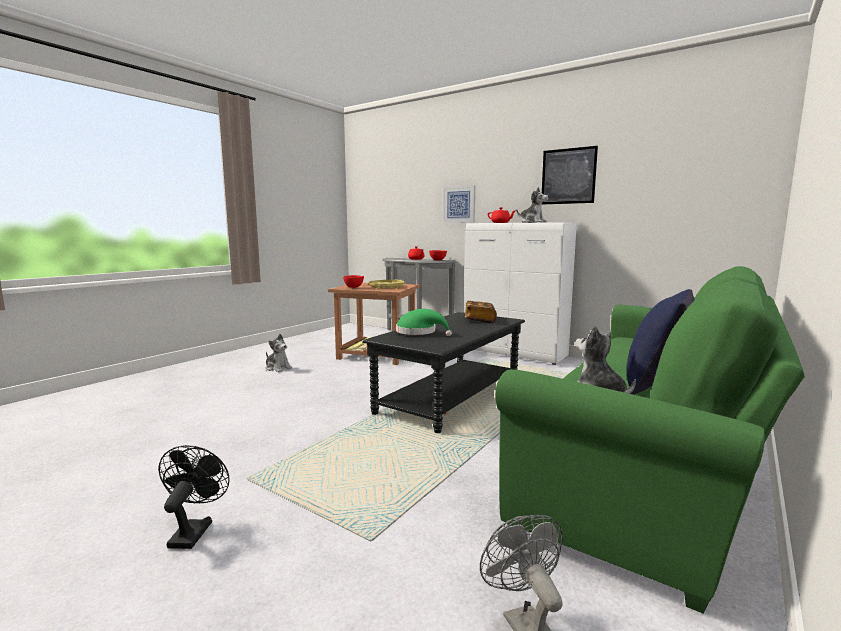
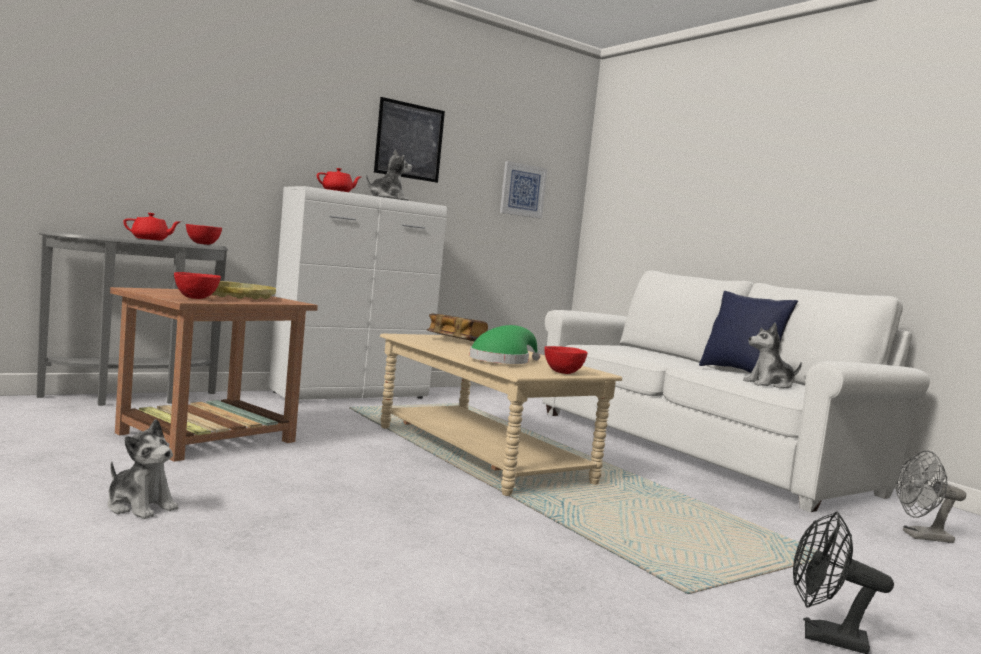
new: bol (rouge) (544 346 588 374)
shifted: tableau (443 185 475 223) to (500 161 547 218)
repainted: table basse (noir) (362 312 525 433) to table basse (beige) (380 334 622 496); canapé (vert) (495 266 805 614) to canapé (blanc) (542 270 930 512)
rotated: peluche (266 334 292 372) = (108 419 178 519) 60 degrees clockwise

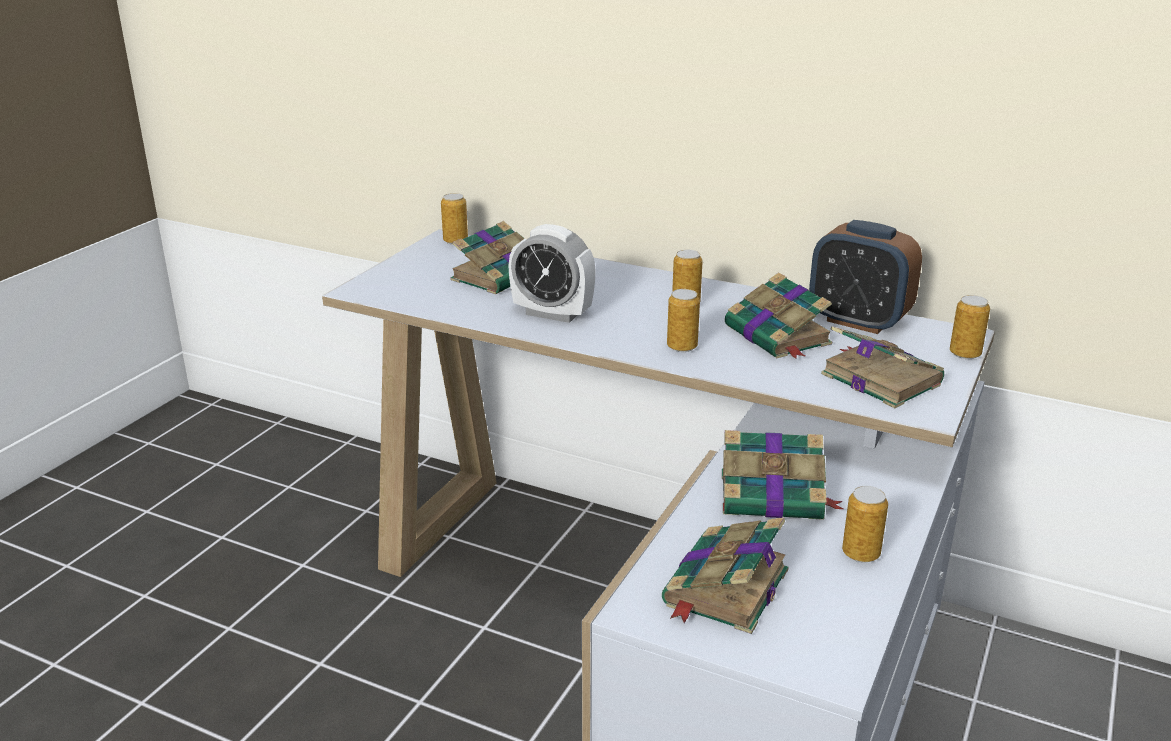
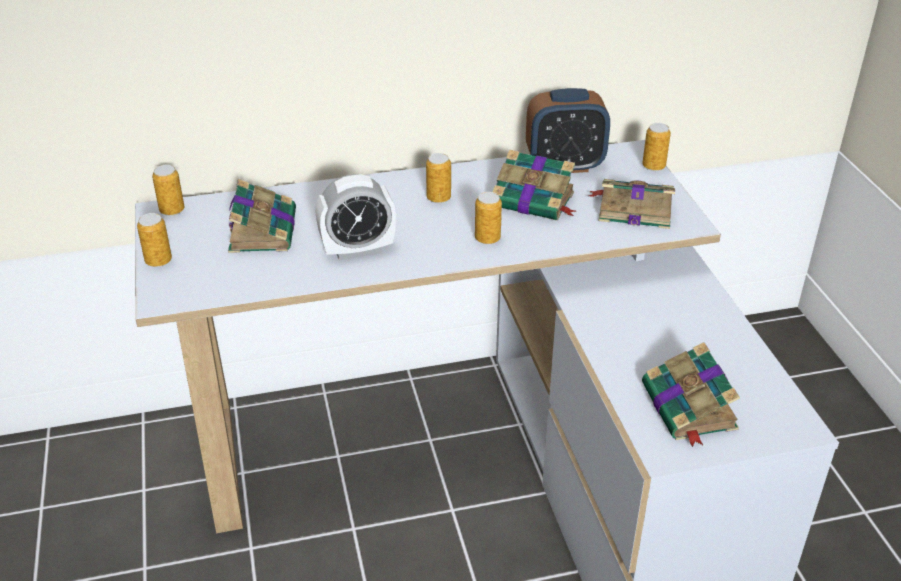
gone: livre (722 430 844 520)
shifted: boîte métallique (842 486 888 563) to (137 213 172 267)

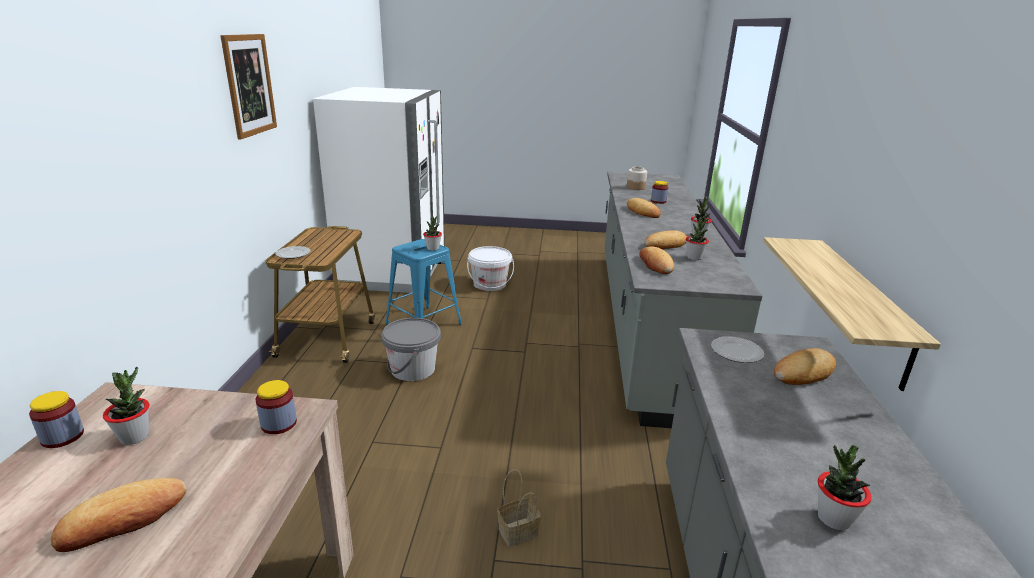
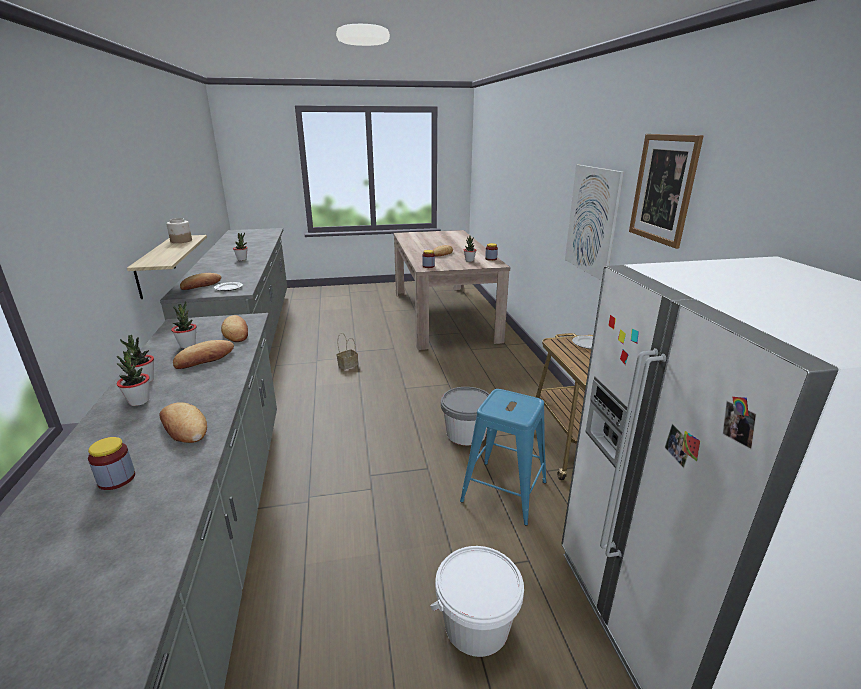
new: tableau (565 165 624 281)
shifted: plante en pot (423 215 442 251) to (116 347 150 406); bocal (627 166 647 190) to (166 218 192 243)

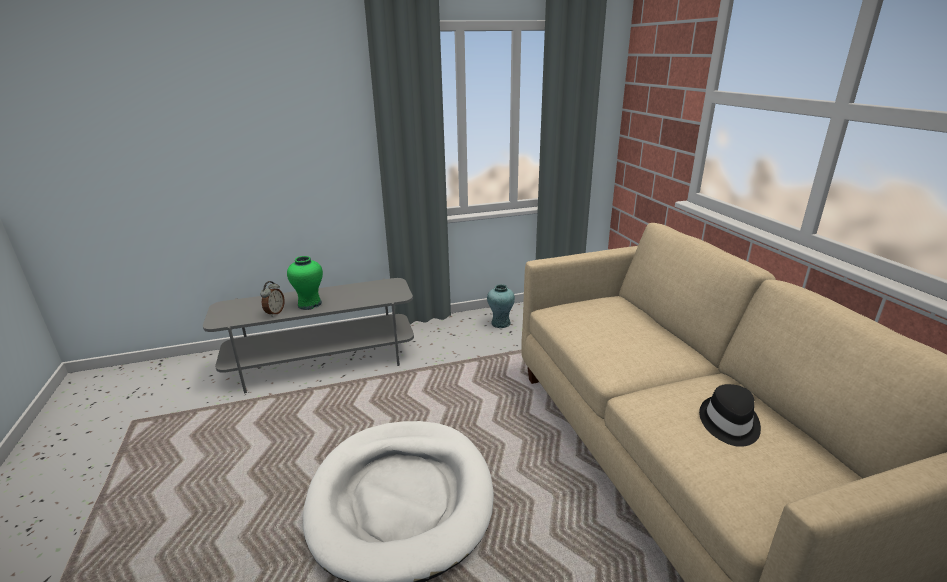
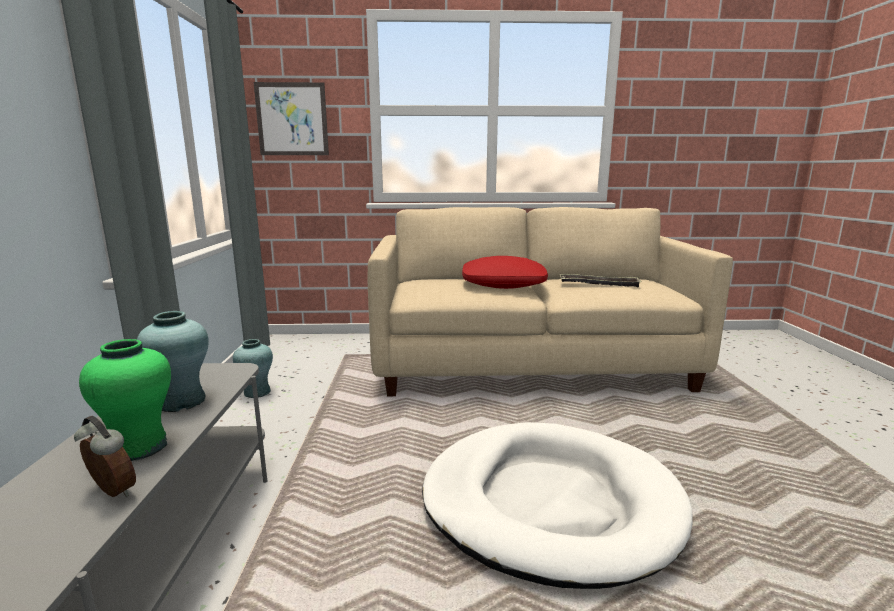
new: vase (turquoise) (137 311 209 412); tableau (254 82 329 155); coussin (rouge) (462 256 548 289)
swapped: chapeau (noir) (699 384 761 447) to plateau (560 274 642 287)

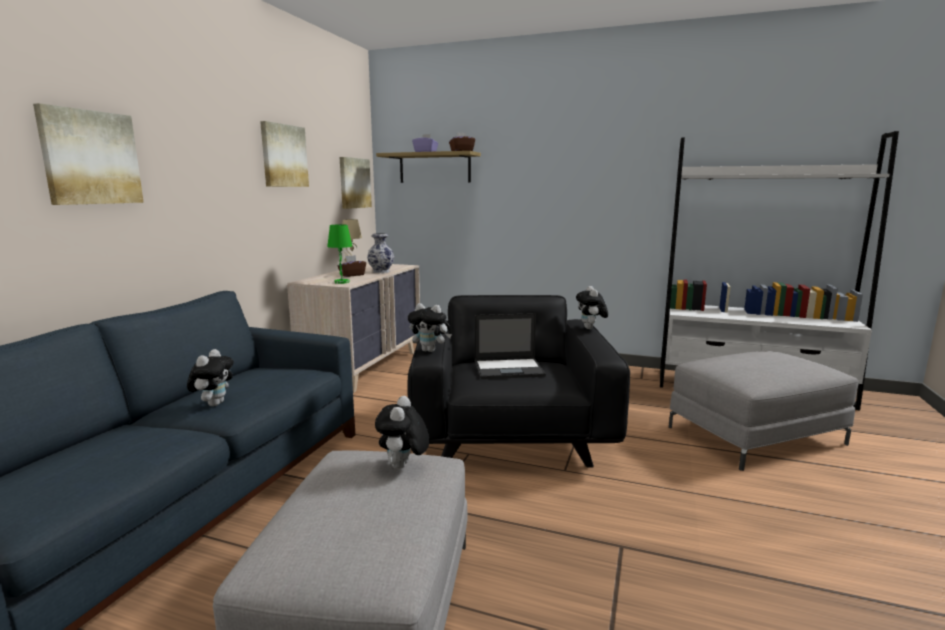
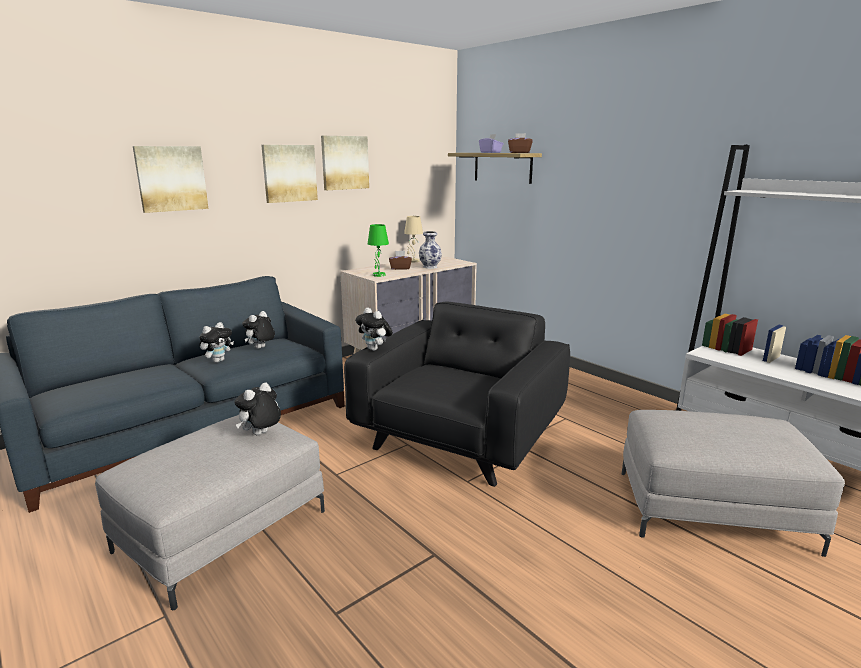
gone: ordinateur portable (475 313 546 379)
shifted: tableau (340 157 372 209) to (261 145 318 203); peluche (576 286 608 329) to (242 311 275 349)

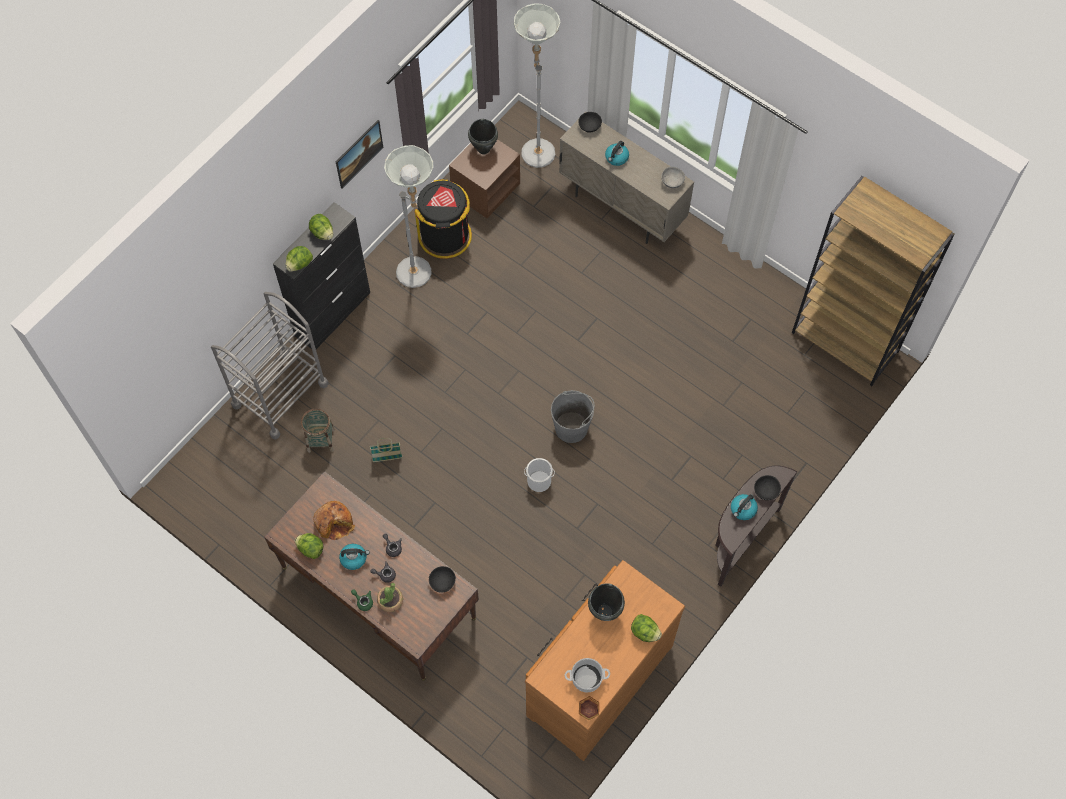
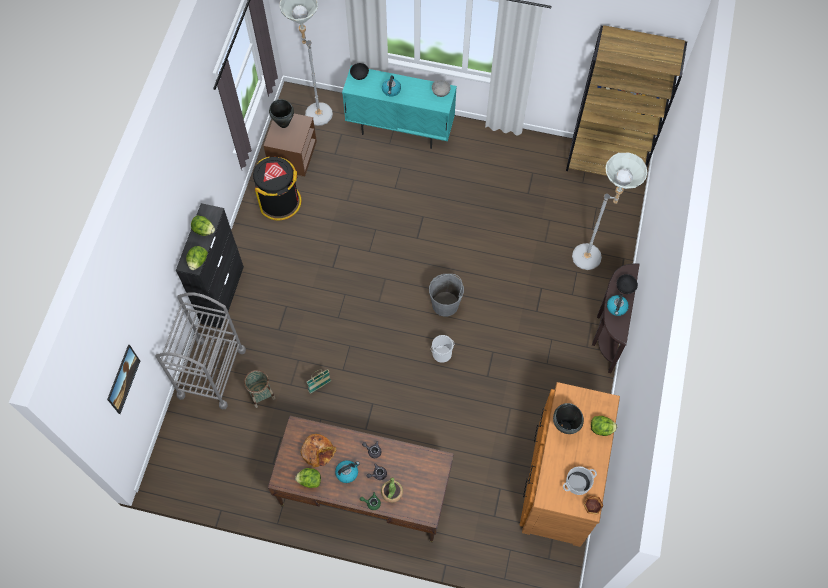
gone: bol (noir) (429 566 456 592)
shifted: tableau (336 120 383 189) to (107 344 140 414); lampadaire (gris) (384 145 433 288) to (572 153 647 270)
repainted: meuble de rangement (beige) (559 111 694 244) to meuble de rangement (turquoise) (342 65 457 149)

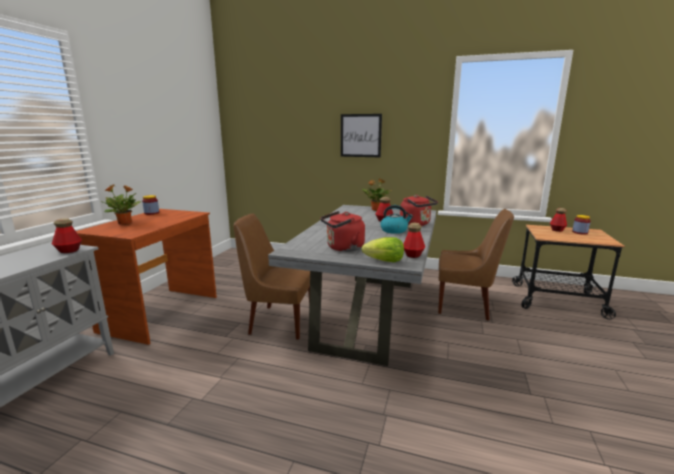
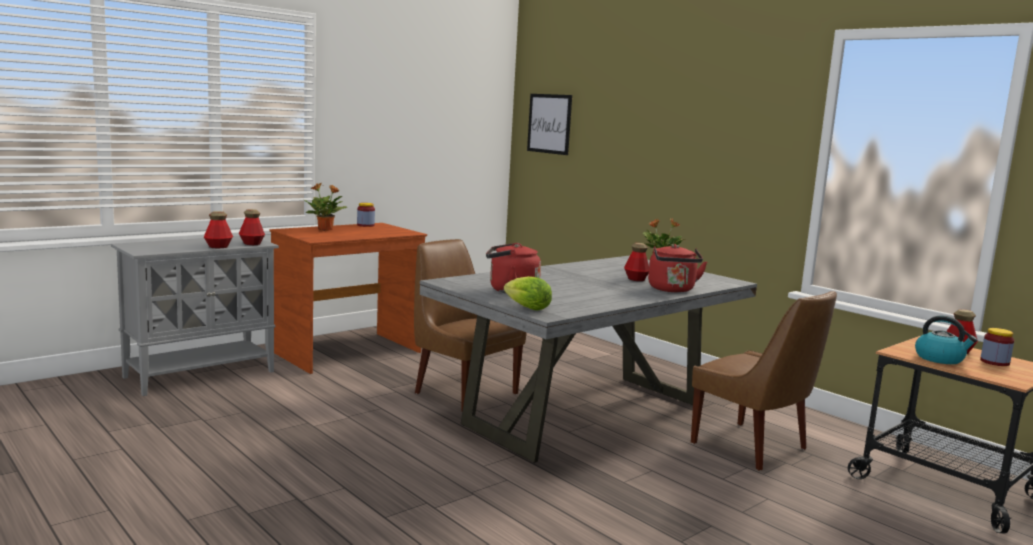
shifted: tableau (341 114 382 157) to (527 94 572 155); bouilloire (380 205 413 234) to (915 315 977 364); bouteille (403 223 425 258) to (204 211 233 248)

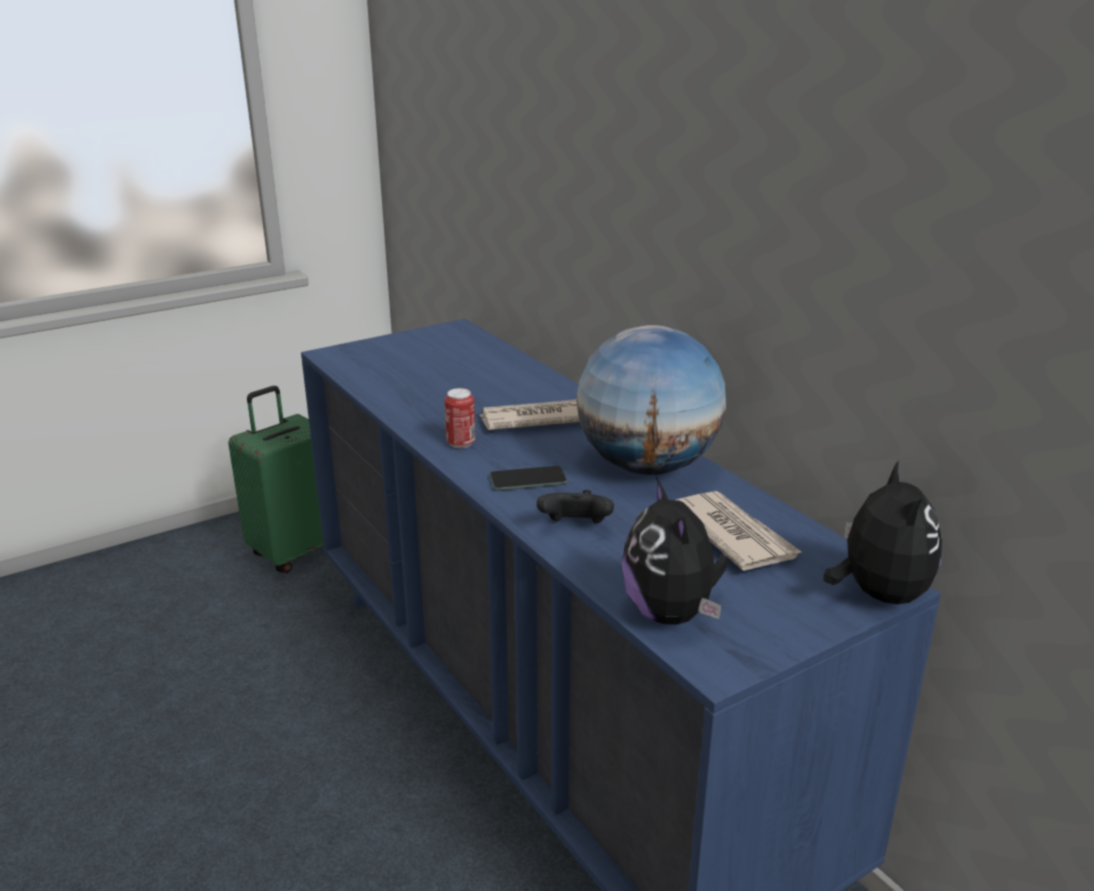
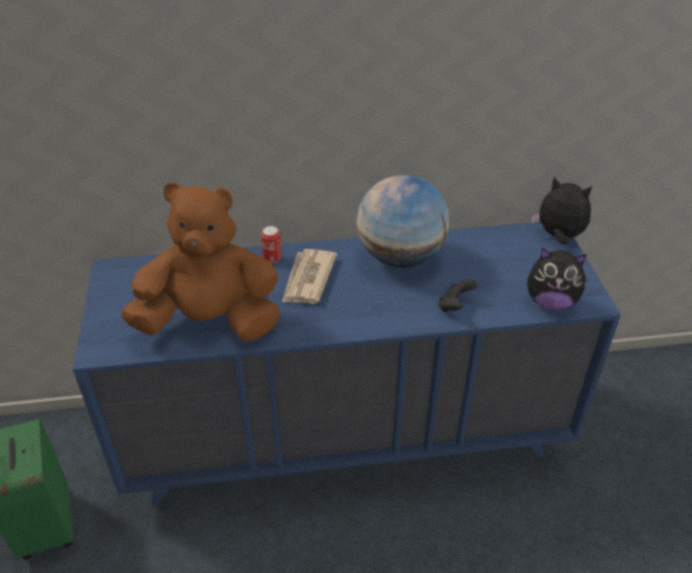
gone: téléphone (489 466 567 491); journal (676 491 803 571)
new: peluche (marron) (121 182 280 341)
shifted: boîte métallique (444 388 476 448) to (261 226 282 263)

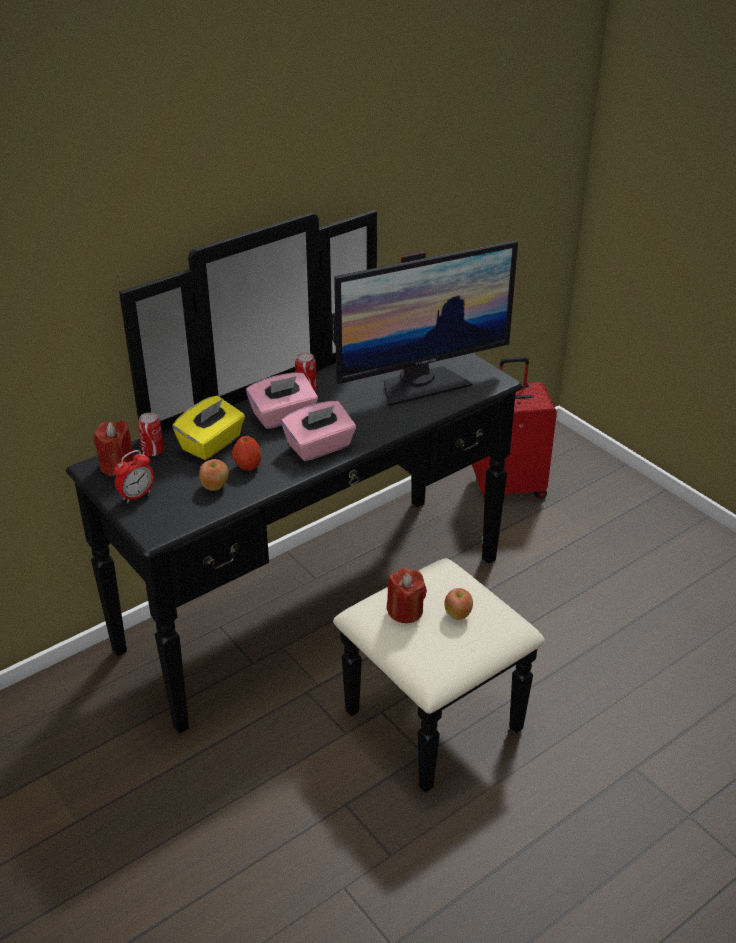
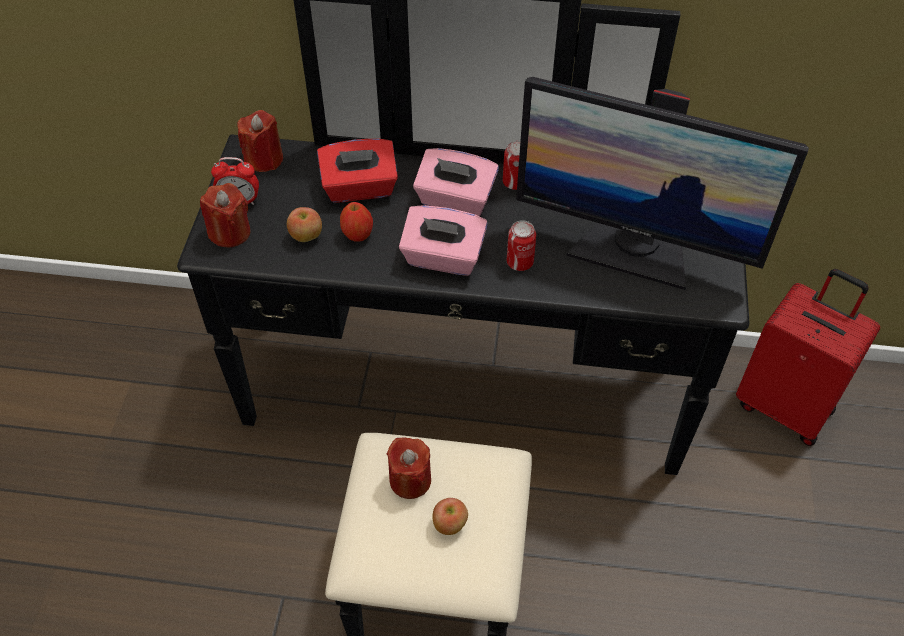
new: bougie (rouge) (200 183 251 247)
shifted: boîte métallique (138 413 164 456) to (507 220 536 271)
repainted: boîte à mouchoirs (jaune) (172 395 245 460) to boîte à mouchoirs (rouge) (317 139 398 203)

